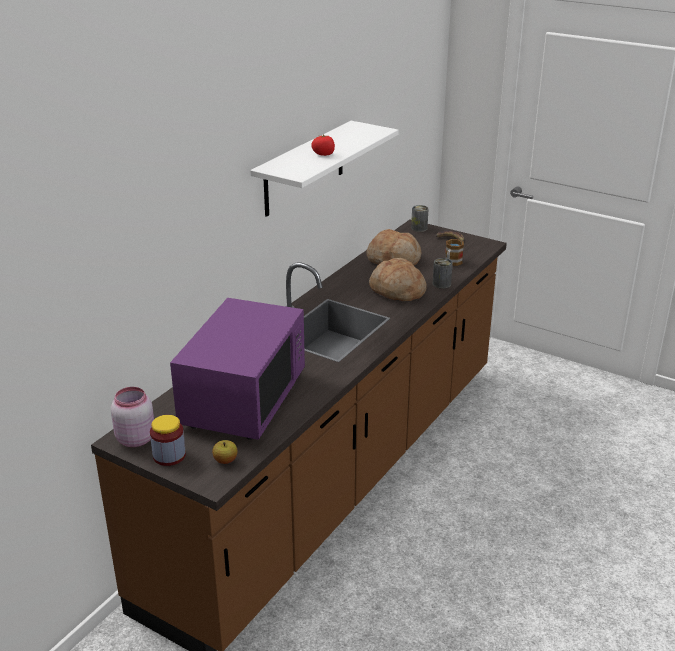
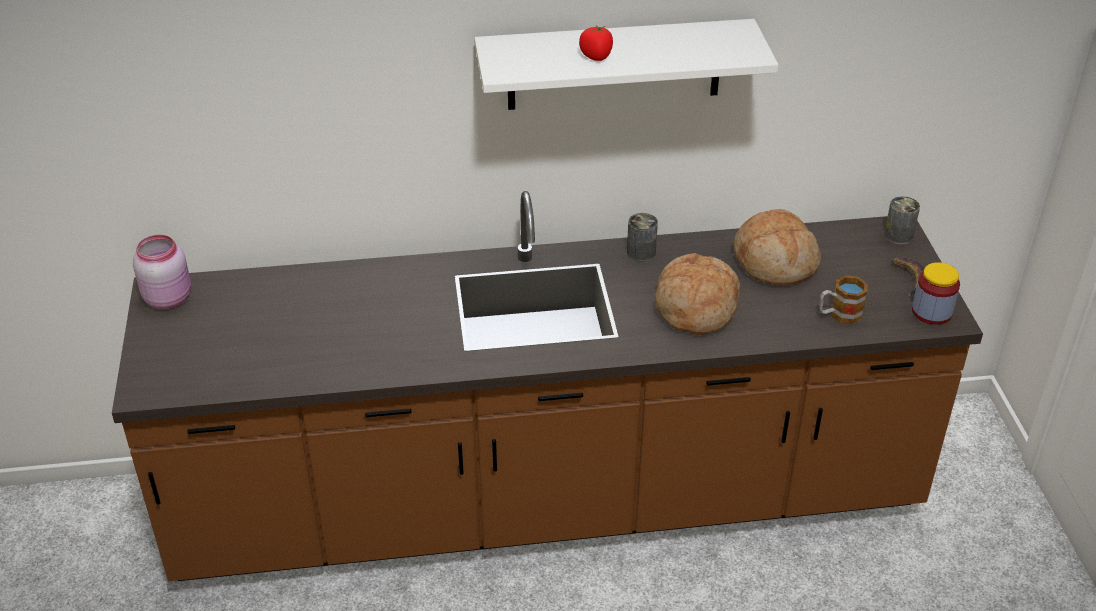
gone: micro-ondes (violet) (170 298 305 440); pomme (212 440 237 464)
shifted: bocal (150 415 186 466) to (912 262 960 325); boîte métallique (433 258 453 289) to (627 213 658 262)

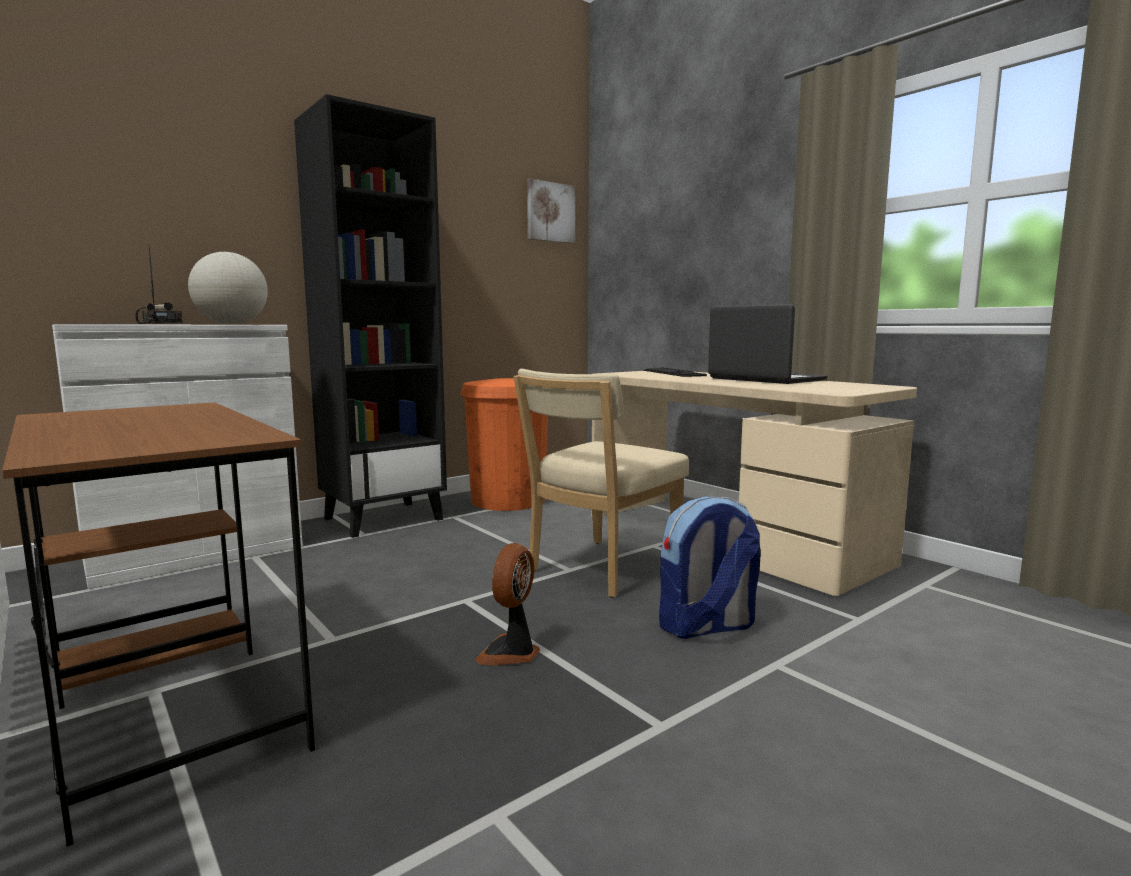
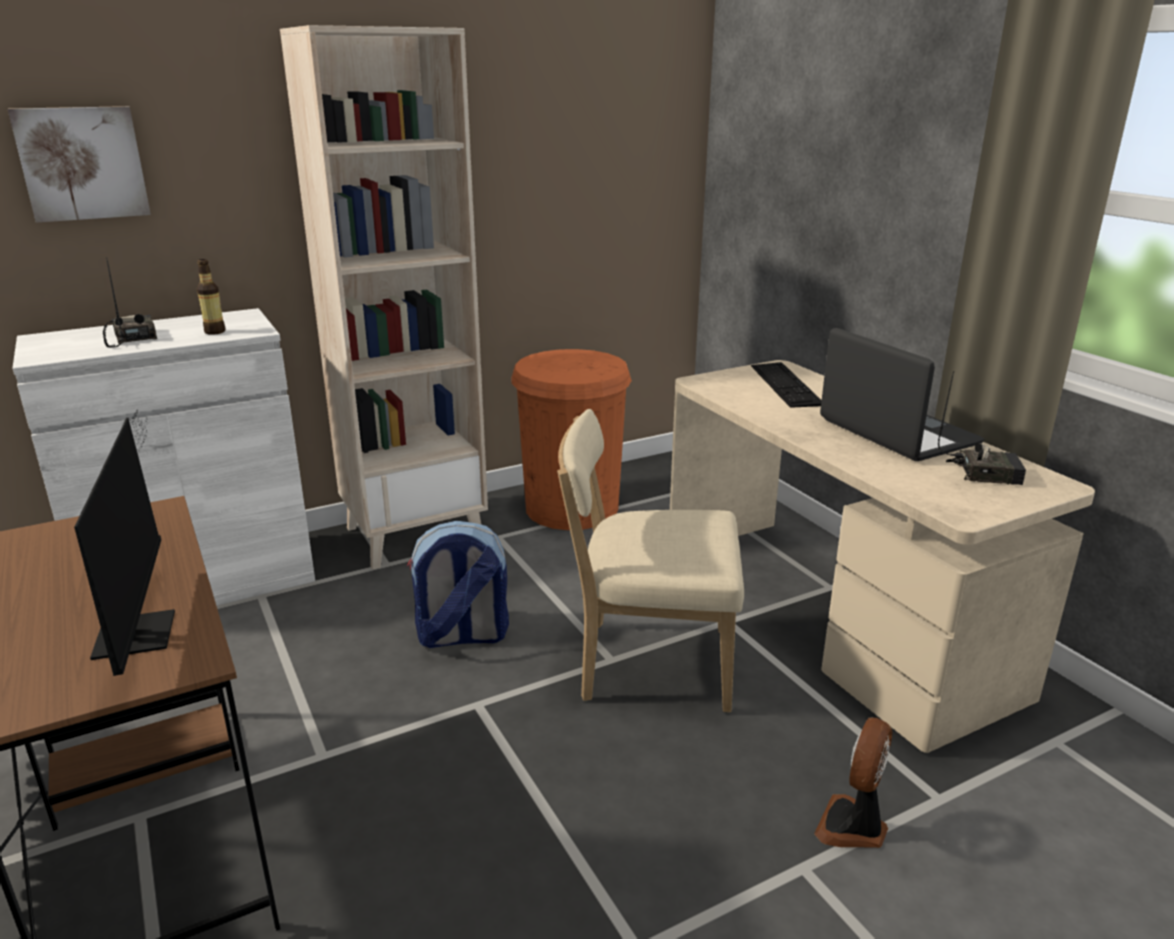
new: écran d'ordinateur (74 410 175 676); radio (938 371 1026 485)
shifted: ventilateur (475 543 540 666) to (814 718 892 848); tableau (527 178 575 244) to (8 106 151 223); sac à dos (659 496 761 639) to (407 521 509 648)
swapped: globe (188 252 268 324) to bouteille (197 259 225 335)
repainted: bibliothèque (noir) (294 94 447 538) to bibliothèque (beige) (280 25 488 569)
rotated: chaise (beige) (513 369 689 598) = (557 409 744 712) 45 degrees clockwise

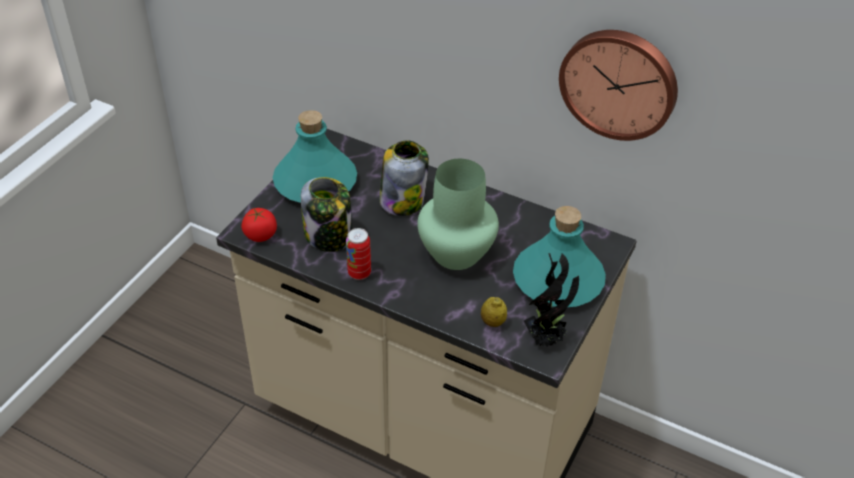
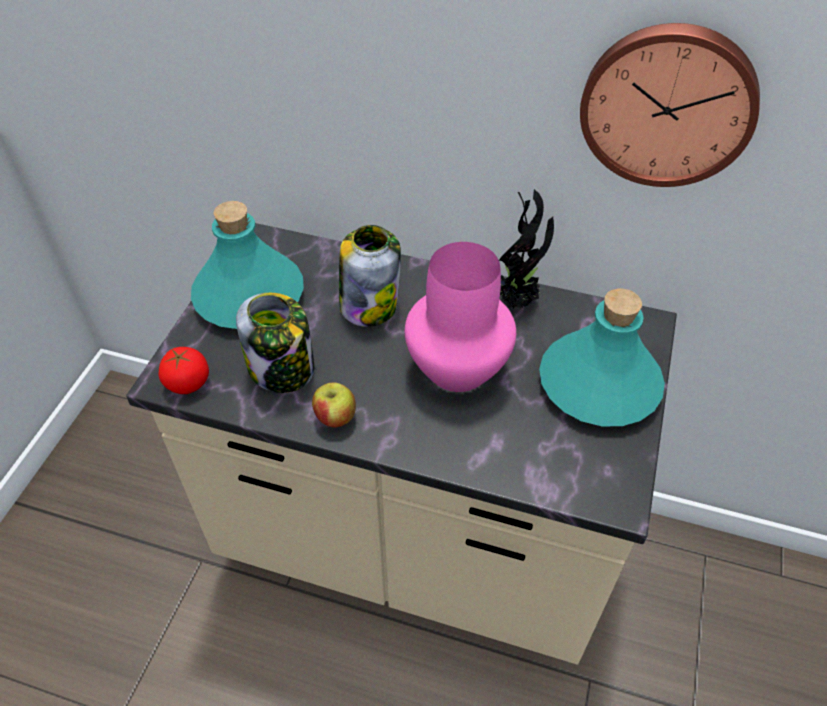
gone: citron (481 297 507 327)
shifted: plante en pot (524 253 579 347) to (499 189 554 309)
swapped: boîte métallique (346 228 371 280) to pomme (312 383 356 427)
repainted: vase (vert) (417 159 499 270) to vase (rose) (405 242 516 392)

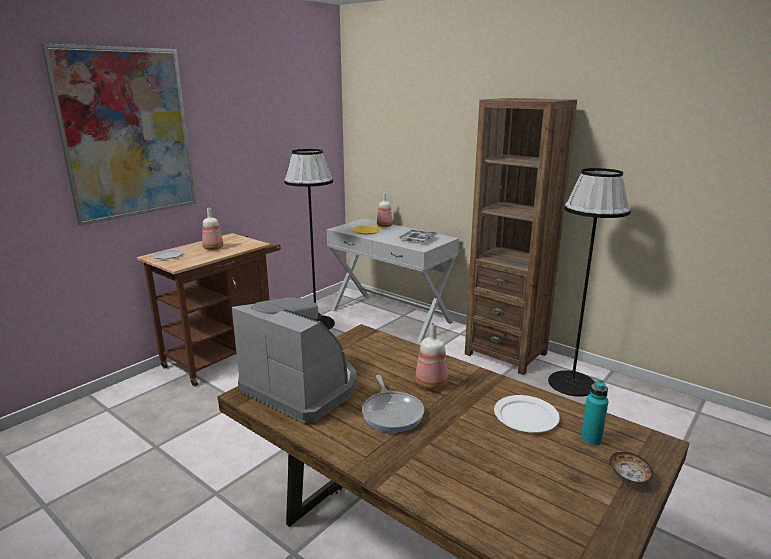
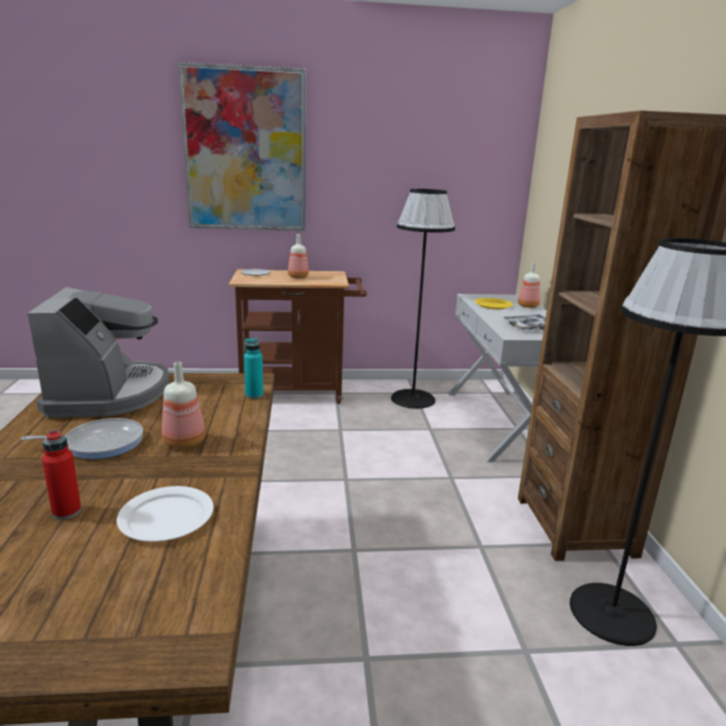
gone: bol (610 452 653 484)
new: bouteille (rouge) (42 430 81 520)
shifted: bouteille (turquoise) (581 380 608 446) to (244 338 263 399)
rotated: poêle (362 375 424 432) = (21 418 143 459) 135 degrees counterclockwise

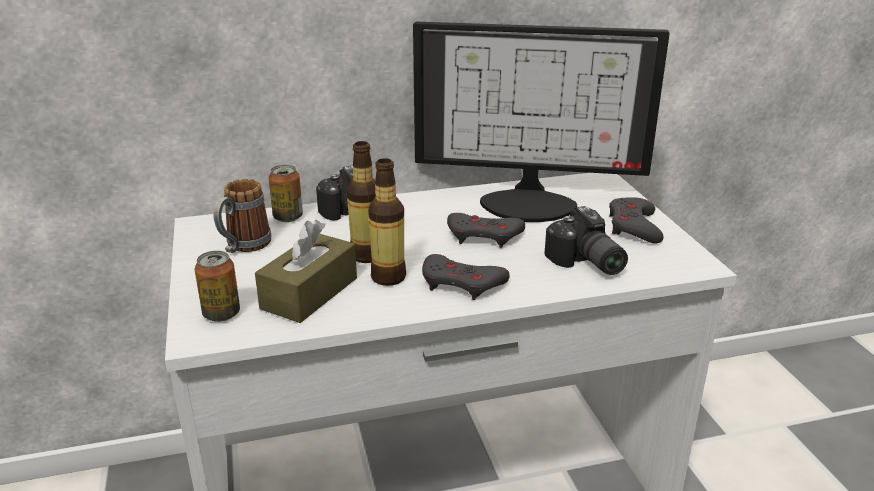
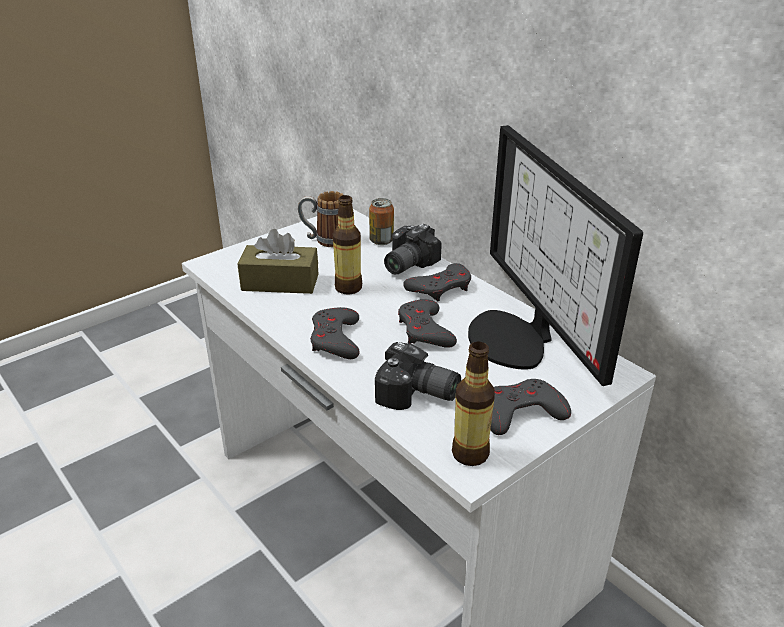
gone: boîte métallique (195 251 240 322)
new: manette (gris) (403 263 471 301)
shifted: bouteille (368 158 406 286) to (452 342 495 466)
rotated: appareil photo (544 206 628 275) = (375 342 461 410) 105 degrees counterclockwise

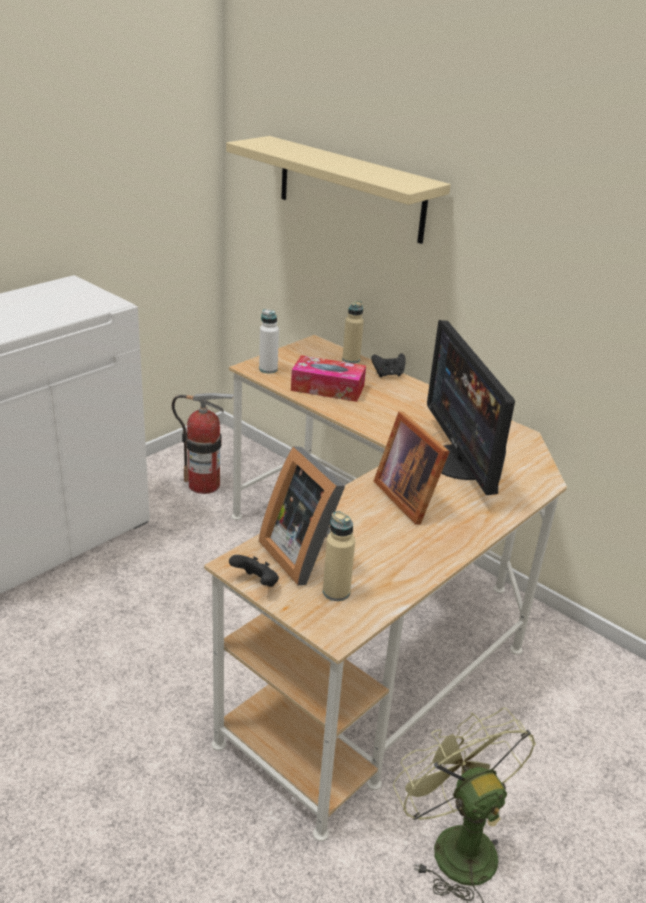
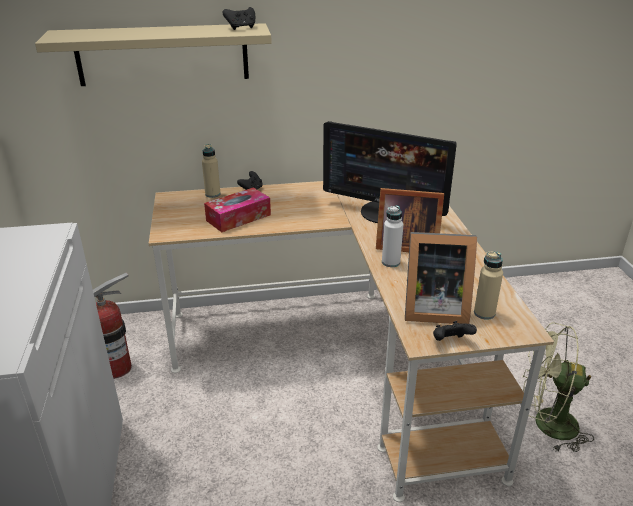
new: manette (noir) (222 7 255 30)
shifted: bouteille (blanc) (259 309 279 373) to (382 205 403 267)

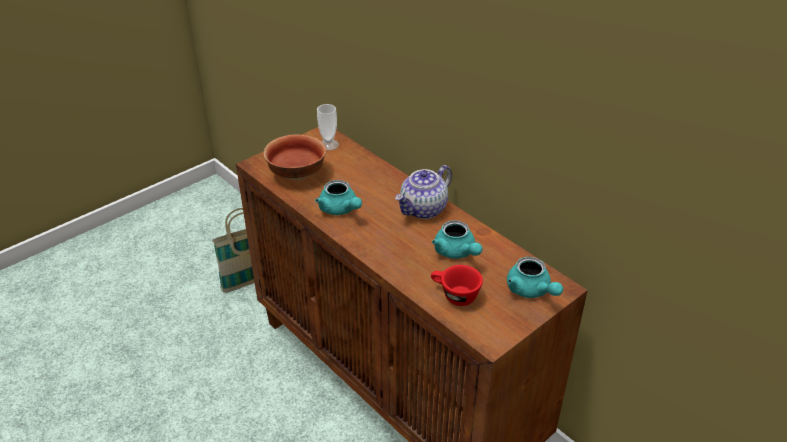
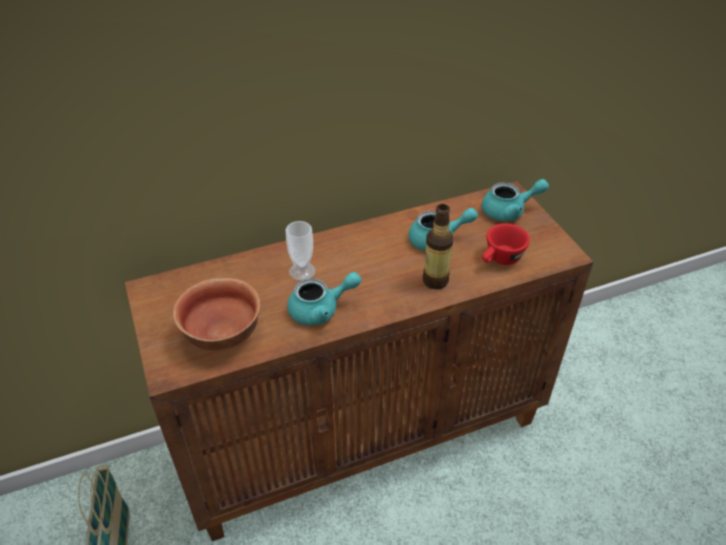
gone: théière (395 165 452 219)
new: bouteille (423 204 454 289)
shifted: tasse (317 104 339 150) to (286 221 316 281)

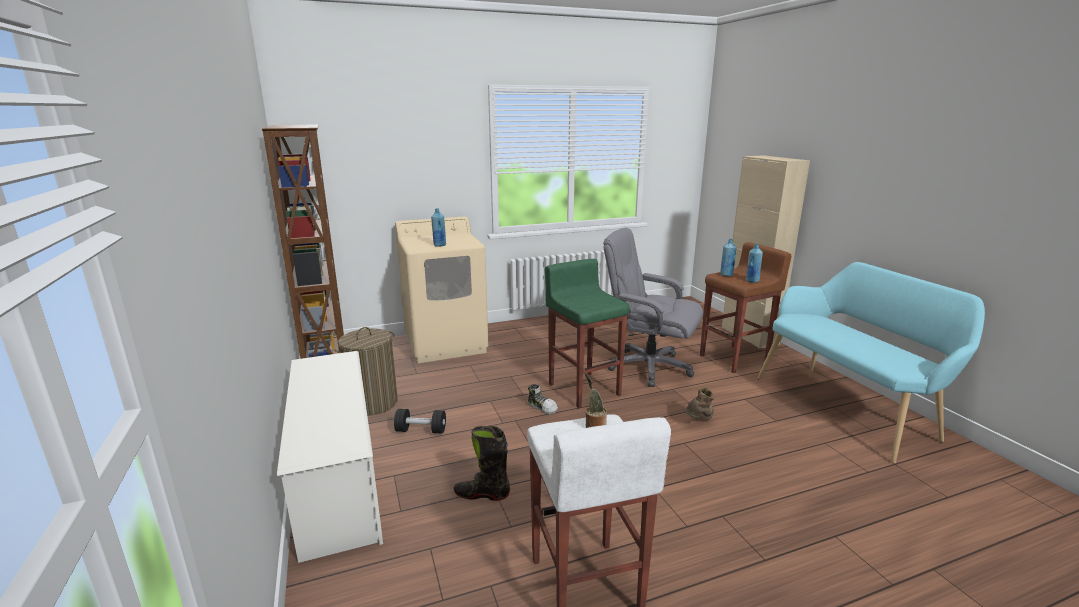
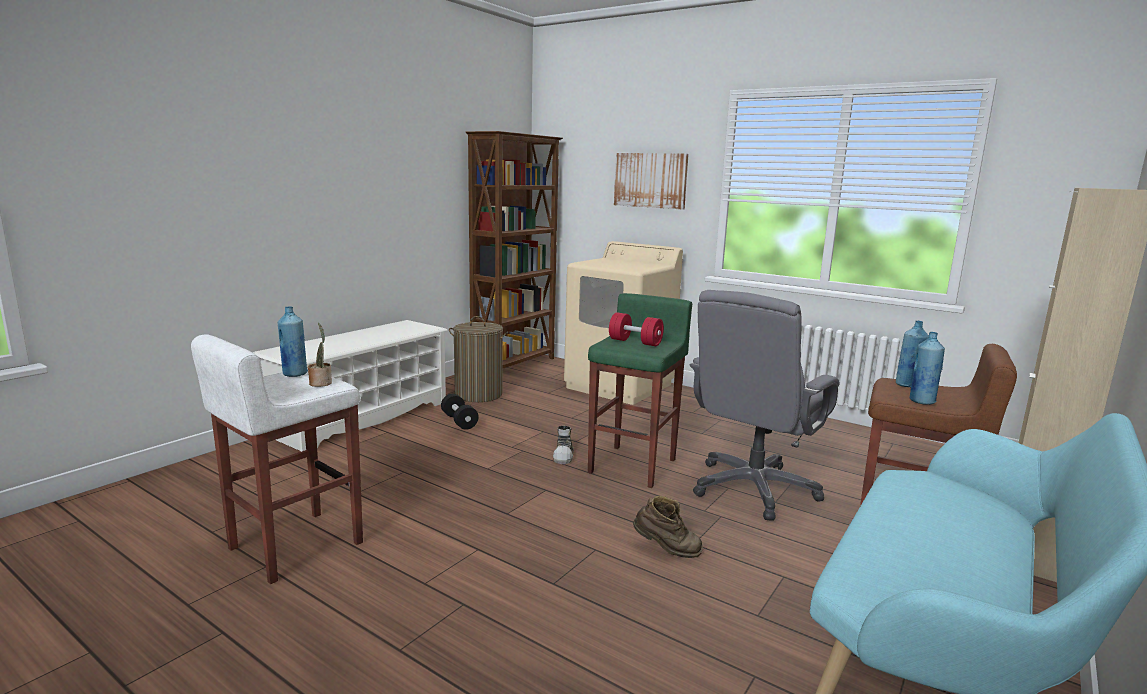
gone: botte (noir) (454 426 510 501)
new: haltère (rouge) (609 312 664 346); tableau (614 153 689 210)
shifted: bouteille (bleu) (431 208 446 247) to (278 306 308 377)
rotated: chaise de bureau (gris) (603 228 704 387) = (690 290 840 521) 135 degrees counterclockwise

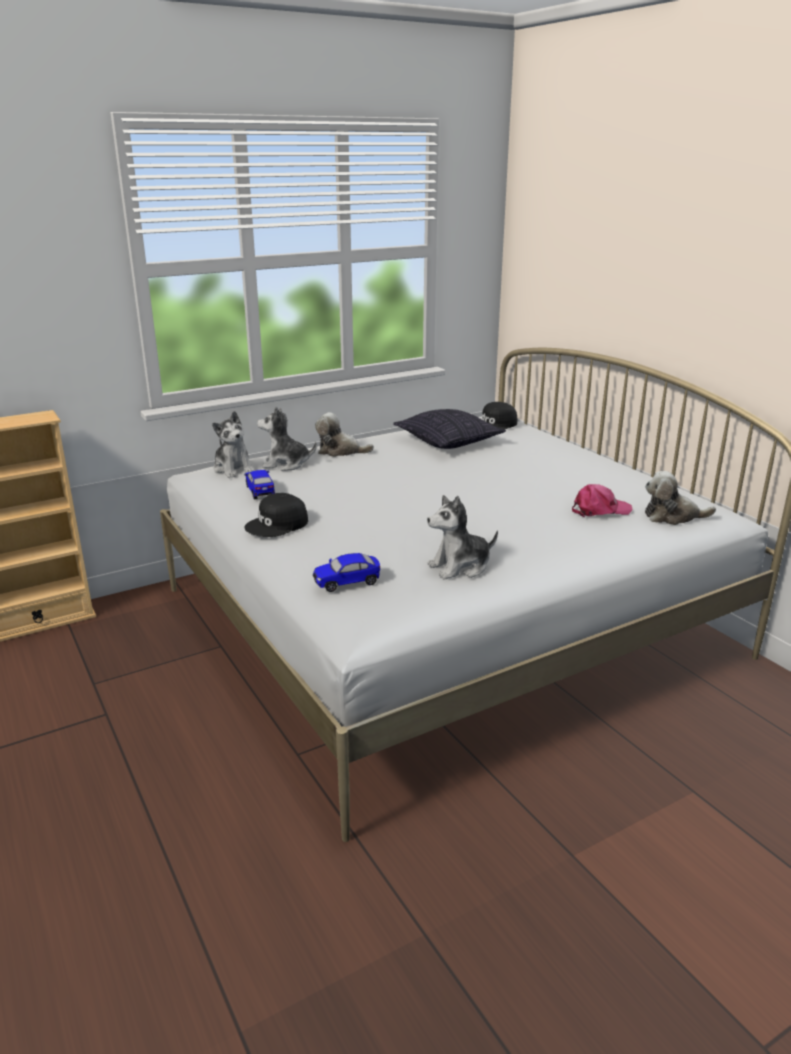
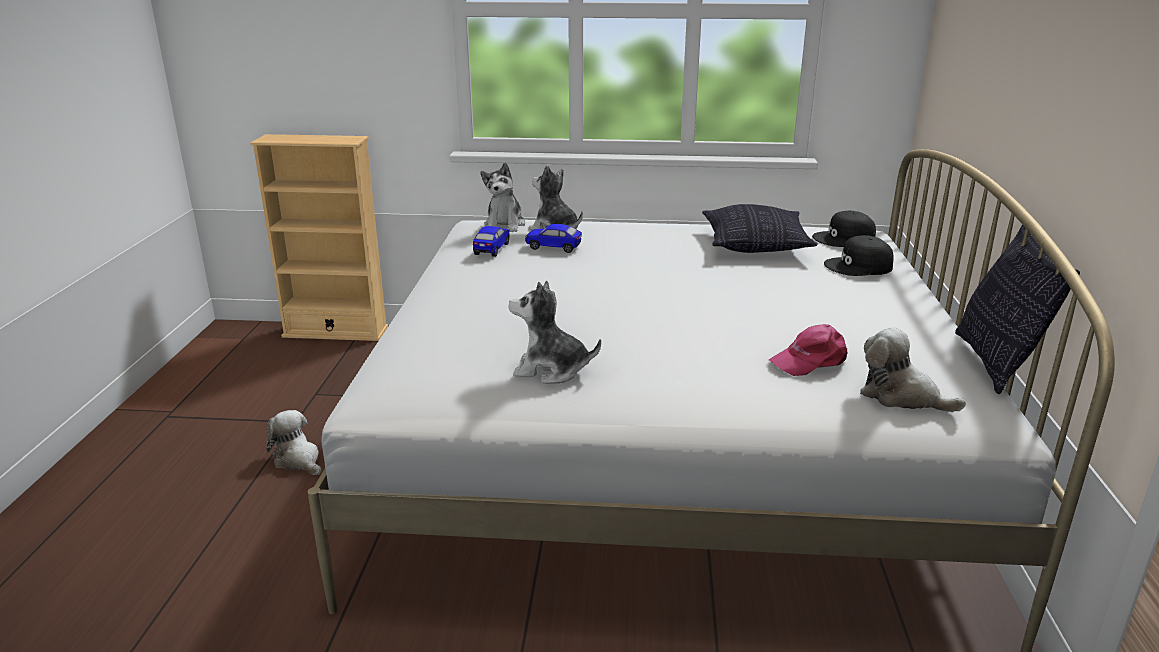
new: coussin (955 224 1080 394)
shifted: casquette (noir) (244 493 308 537) to (824 235 894 276); petite voiture (313 553 380 592) to (525 224 582 253); peluche (315 412 374 457) to (266 410 321 475)
rotated: casquette (rose) (572 484 633 517) = (769 324 848 376) 135 degrees clockwise

